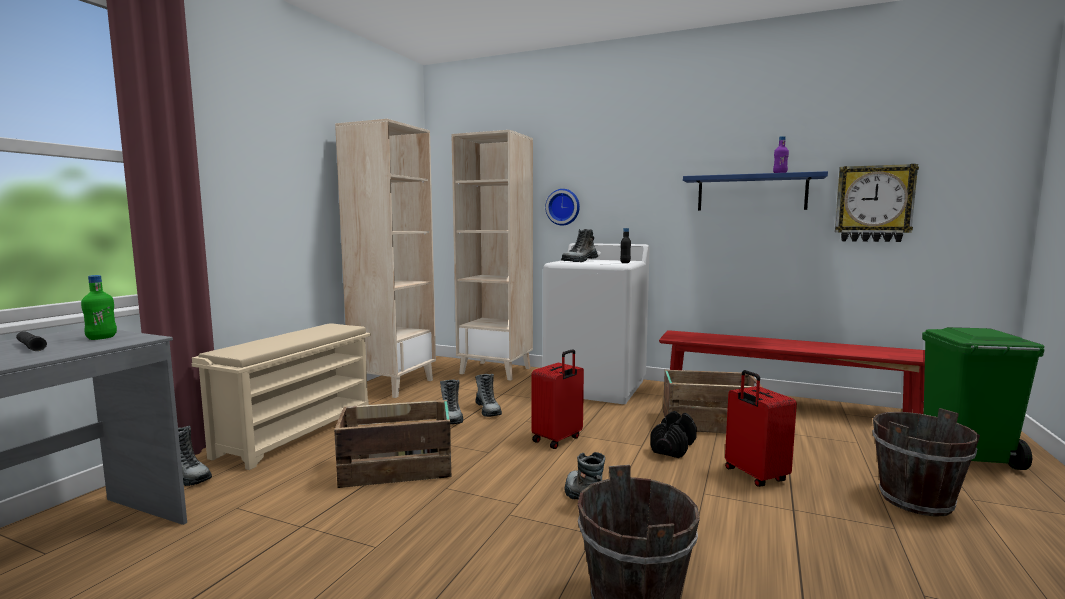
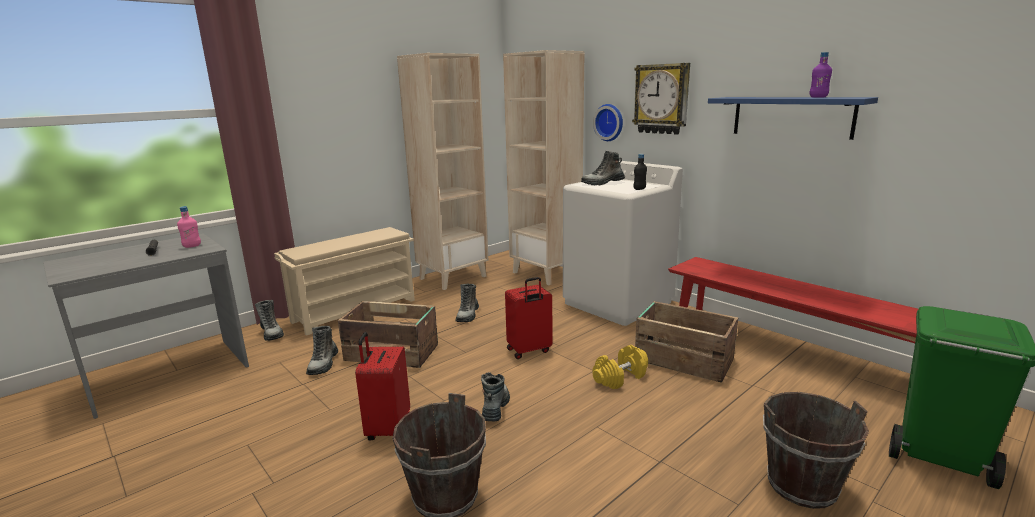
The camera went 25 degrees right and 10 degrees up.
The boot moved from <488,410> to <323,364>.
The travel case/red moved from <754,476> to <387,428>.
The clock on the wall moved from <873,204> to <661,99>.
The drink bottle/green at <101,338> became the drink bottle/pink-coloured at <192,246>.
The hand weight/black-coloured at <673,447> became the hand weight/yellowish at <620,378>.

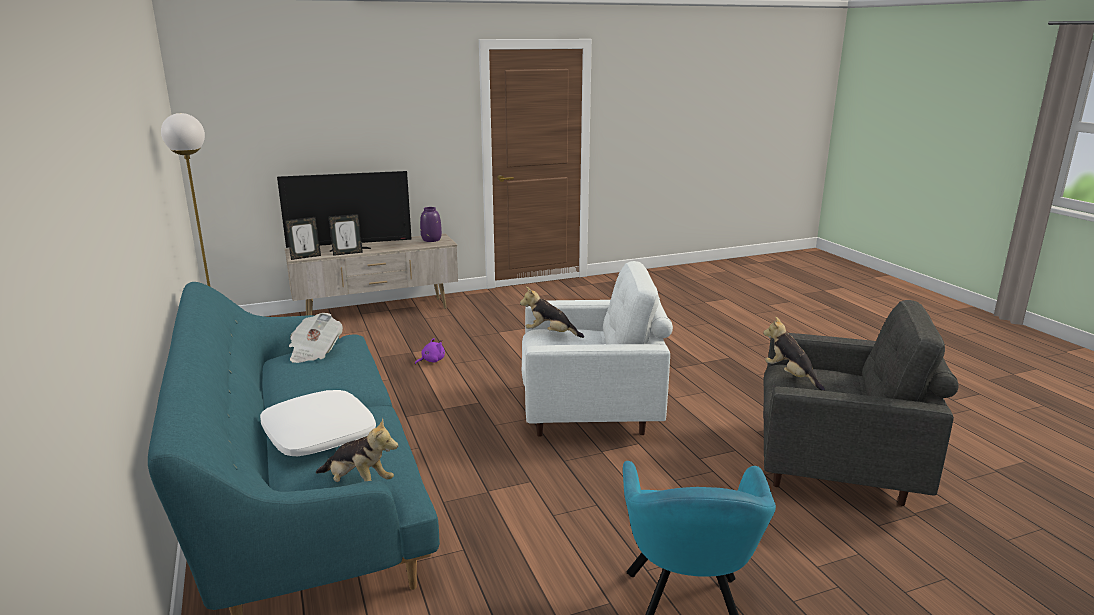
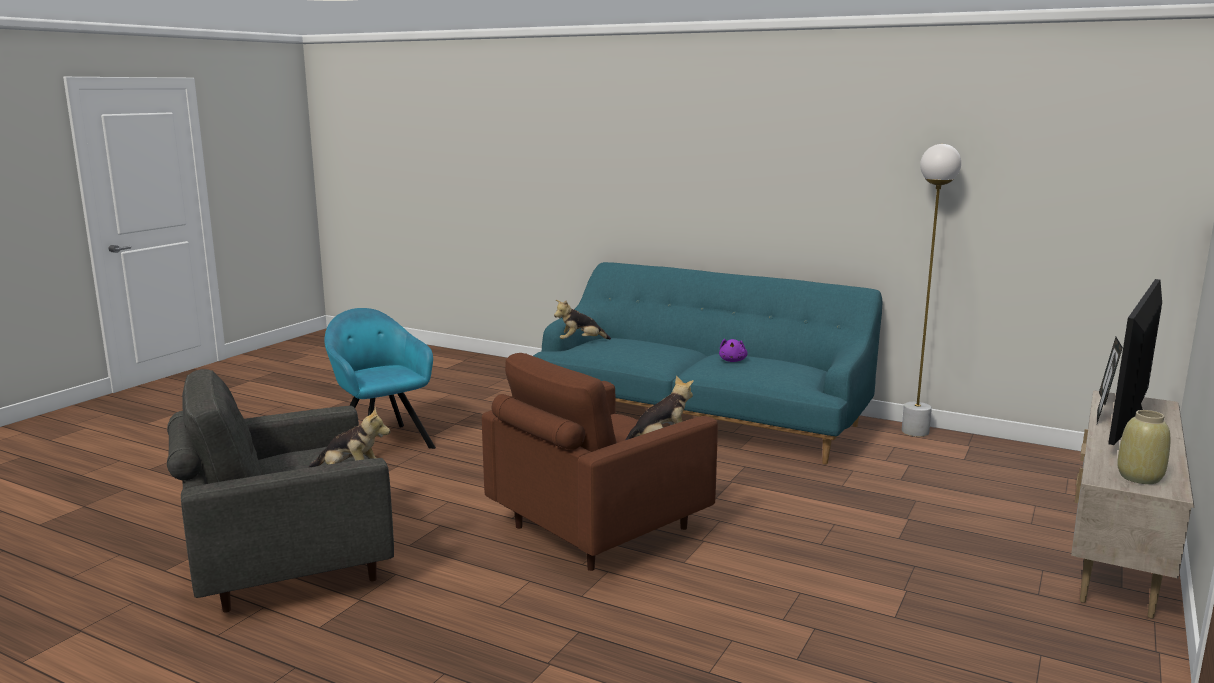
The camera went 140 degrees right and 5 degrees down.
The throw pillow/white-coloured at <318,435> disappeared.
The daily paper at <314,352> disappeared.
The cuddly toy/purplish moved from <431,361> to <732,360>.
The flower vase/purplish at <431,240> became the flower vase/beige at <1139,478>.
The lounge chair/white-coloured at <591,412> became the lounge chair/brown-coloured at <596,528>.

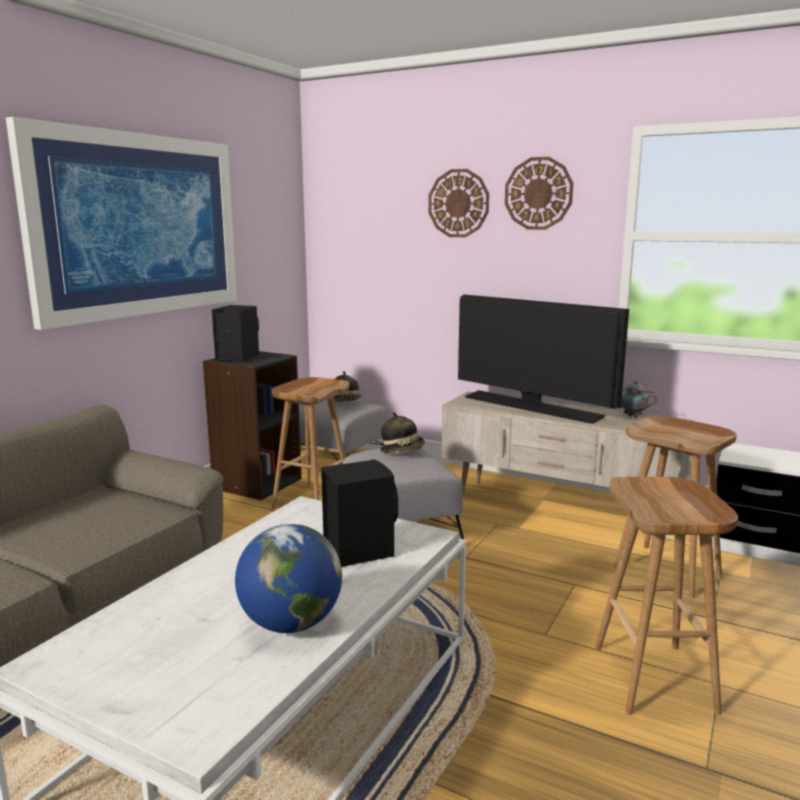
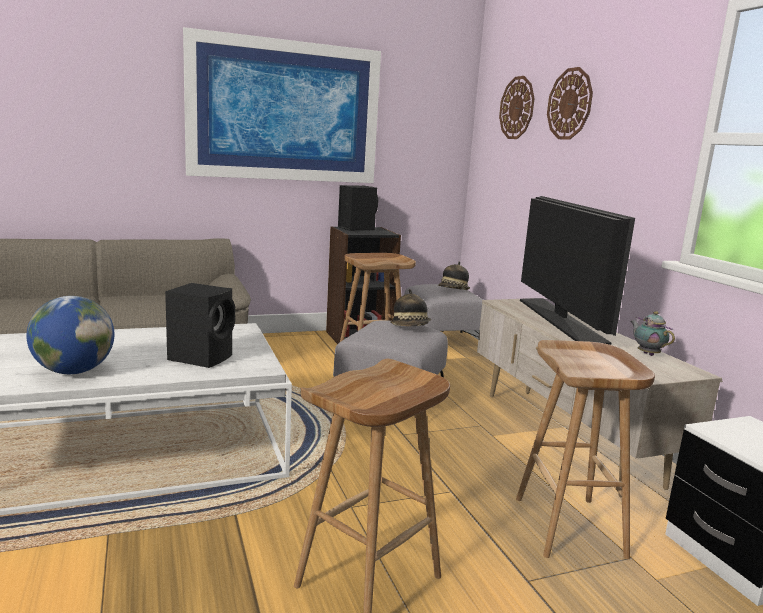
The camera went 40 degrees right and 0 degrees up.
The clock on the wall moved from <538,193> to <517,108>.

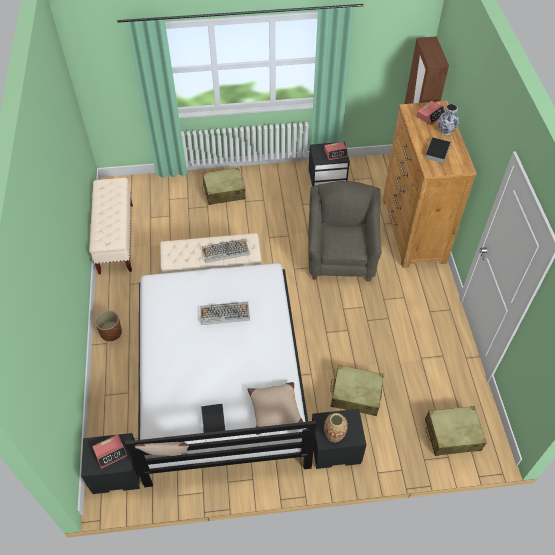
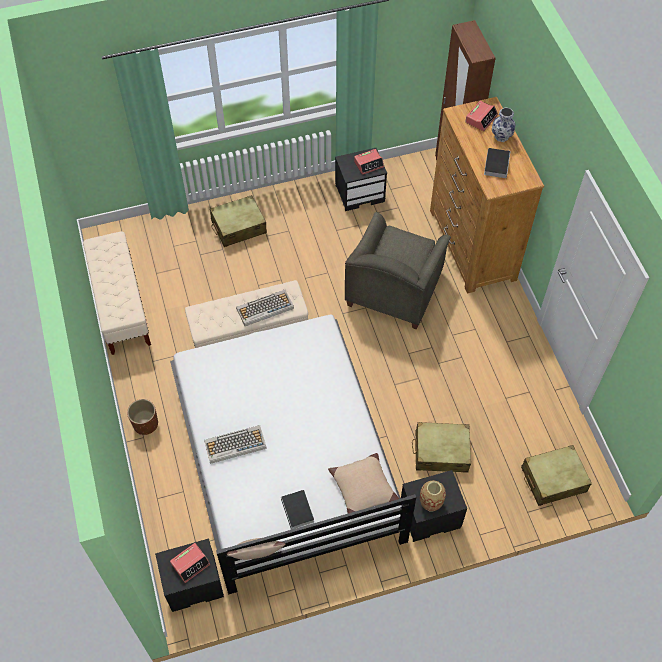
The camera went 10 degrees left and 5 degrees up.
The computer keyboard moved from <224,314> to <234,445>.
The lounge chair/grey at <341,255> turned 150 degrees counterclockwise.

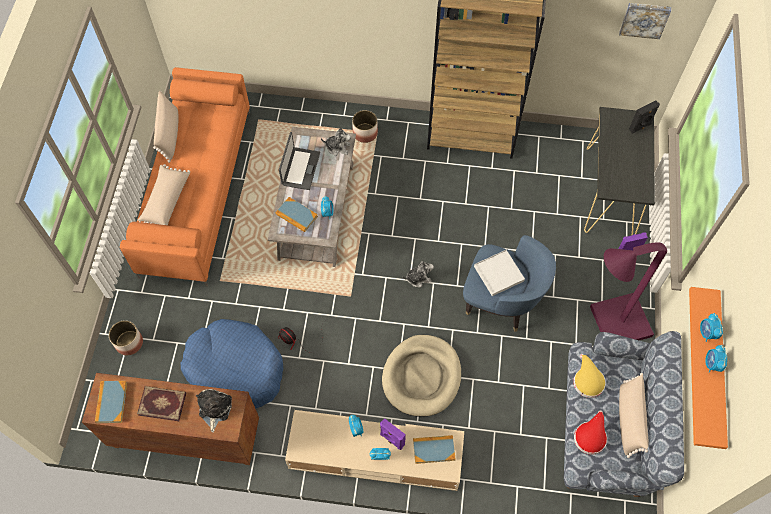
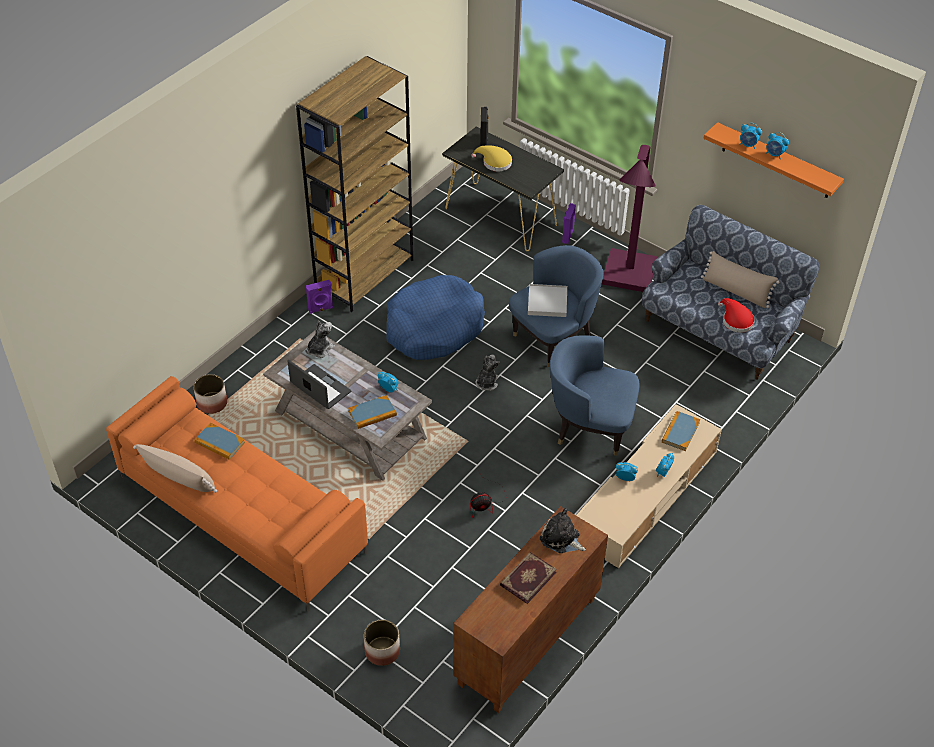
The camera went 60 degrees left and 15 degrees down.
The throw pillow/beige at <165,201> disappeared.
The picture at <644,19> disappeared.
The bound book moved from <111,402> to <219,443>.
The dog bed/blue moved from <235,369> to <434,328>.
The planter moved from <365,133> to <212,403>.
The speaker/purplish moved from <392,440> to <321,309>.
The wearable hat/yellowish moved from <587,380> to <494,162>.
The dog bed/beige at <422,377> was replaced by the lounge chair/blue at <590,427>.

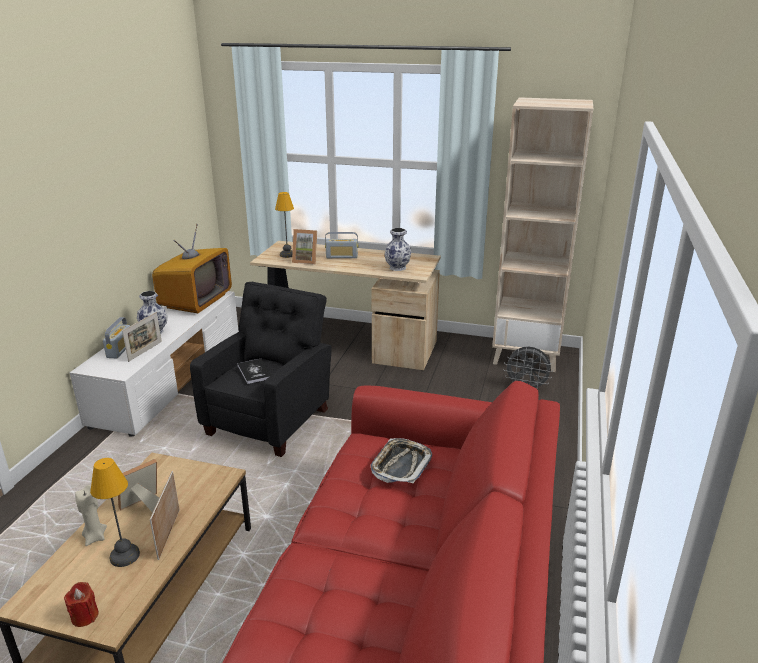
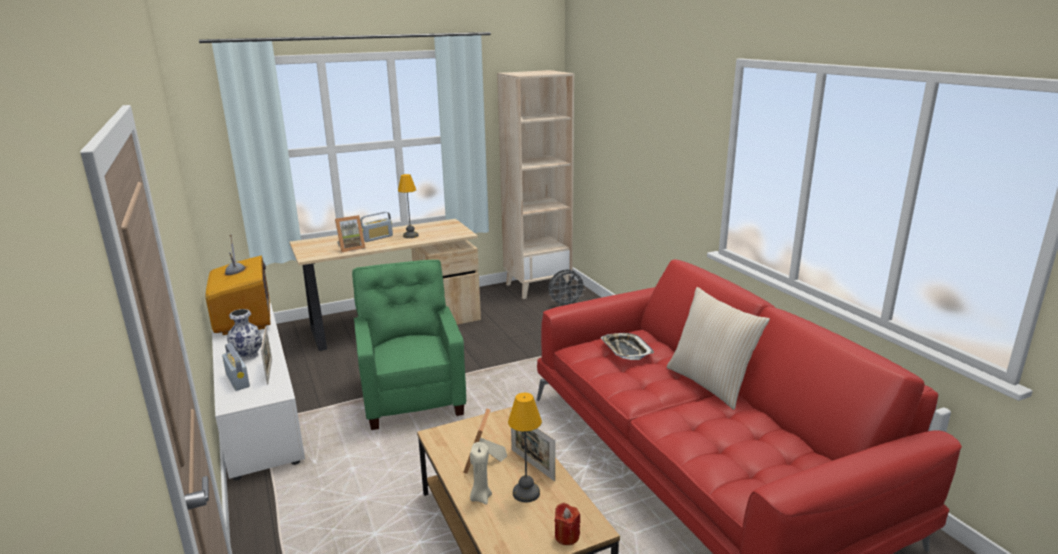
The camera went 40 degrees left and 5 degrees down.
The bound book at <254,372> disappeared.
The flower vase at <397,268> disappeared.
The throw pillow/beige at <710,383> appeared.
The lamp for a table moved from <288,255> to <411,235>.
The lounge chair/black-coloured at <270,420> became the lounge chair/green at <412,397>.

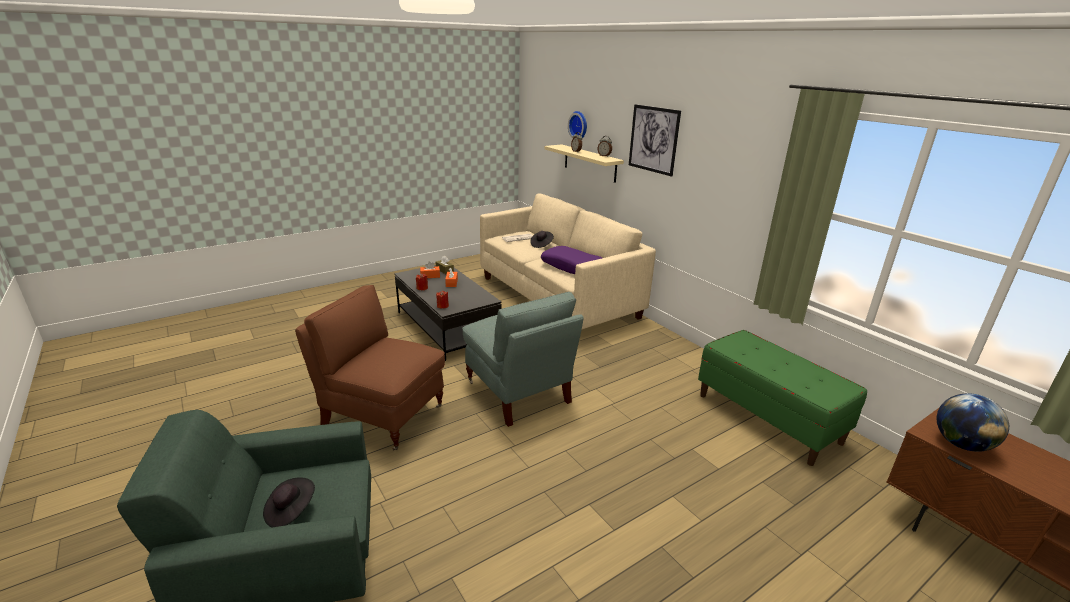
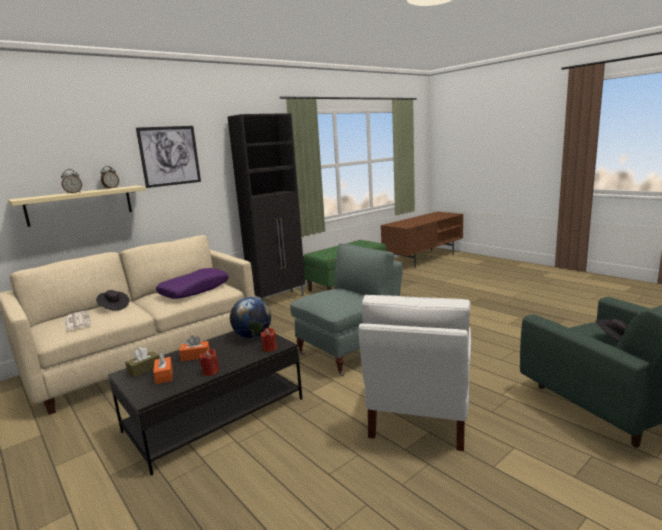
The camera went 95 degrees left and 10 degrees down.
The clock on the wall at <579,126> disappeared.
The storage cabinet/black-coloured at <279,299> appeared.
The desk globe moved from <961,444> to <252,336>.
The lounge chair/brown-coloured at <382,415> became the lounge chair/white-coloured at <420,413>.

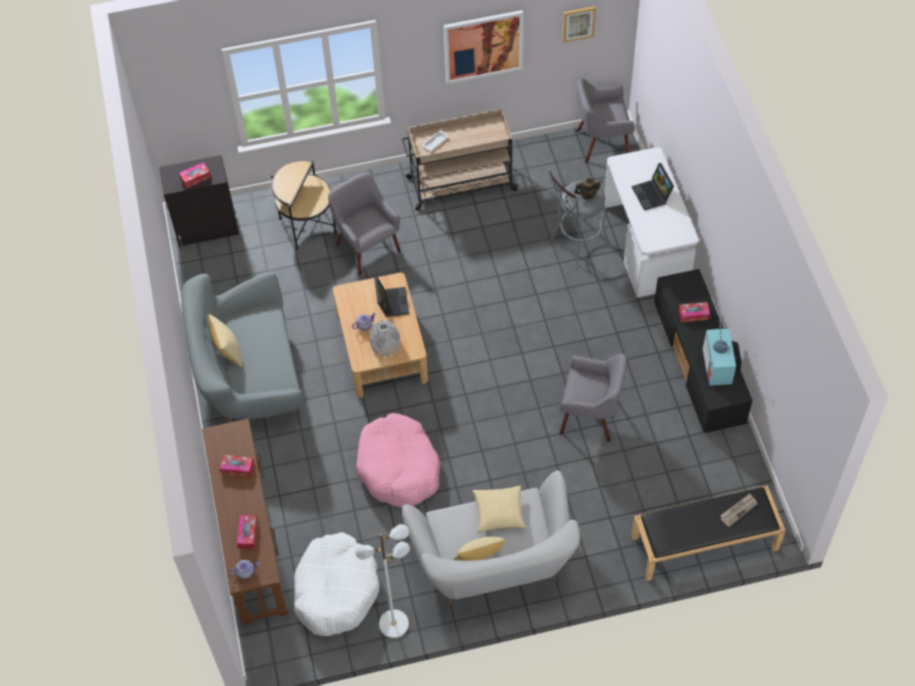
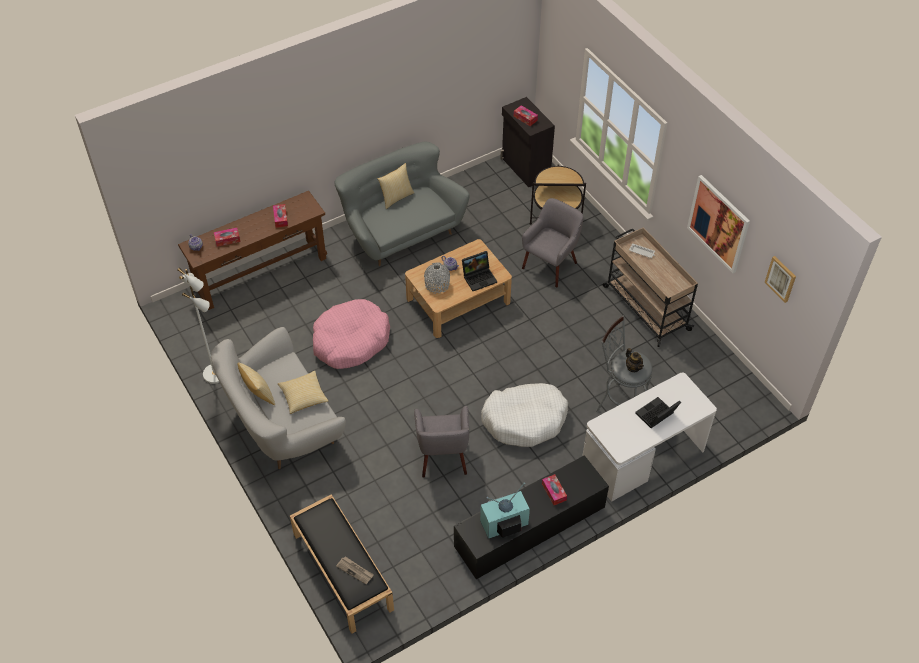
The camera went 70 degrees right and 5 degrees down.
The lounge chair/grey at <601,143> disappeared.
The dog bed/white-coloured moved from <336,589> to <525,420>.

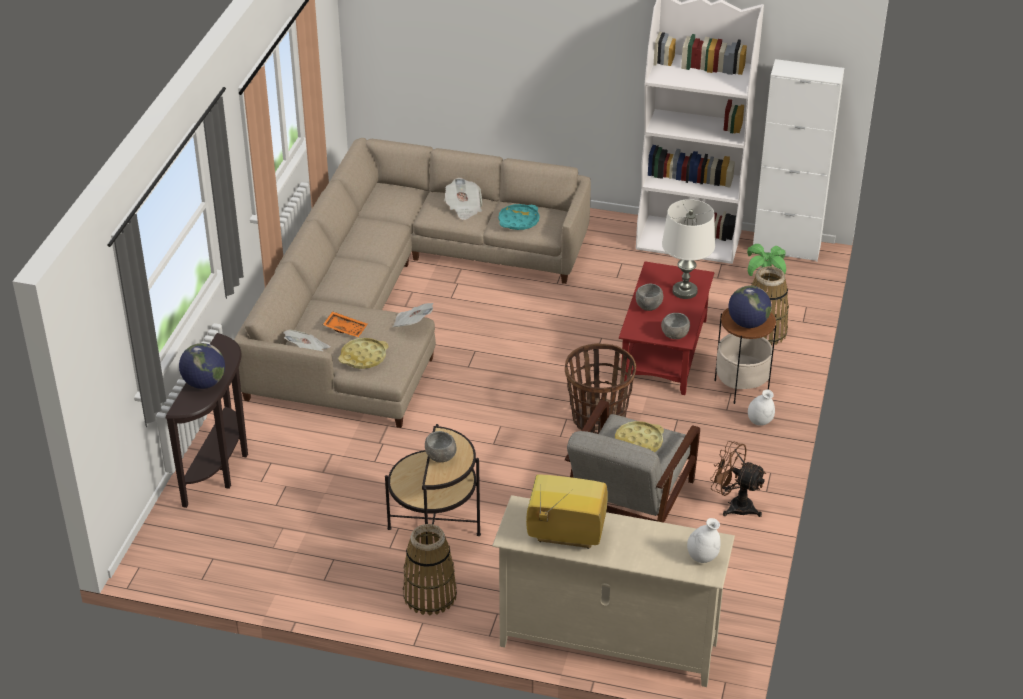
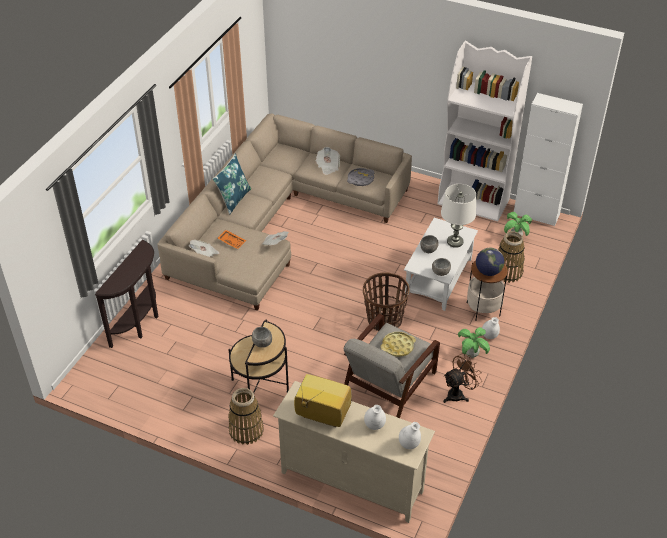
The camera went 10 degrees right and 5 degrees up.
The desk globe at <204,383> disappeared.
The serving tray/yellowish at <363,357> disappeared.
The throw pillow/blue at <233,199> appeared.
The flower vase/white-coloured at <374,425> appeared.
The plant in a pot at <471,355> appeared.
The serving tray/turquoise at <518,220> became the serving tray/grey at <360,179>.
The lounge table/red at <664,351> became the lounge table/white-coloured at <438,277>.
The electric fan/brown-coloured at <734,505> turned 105 degrees clockwise.

